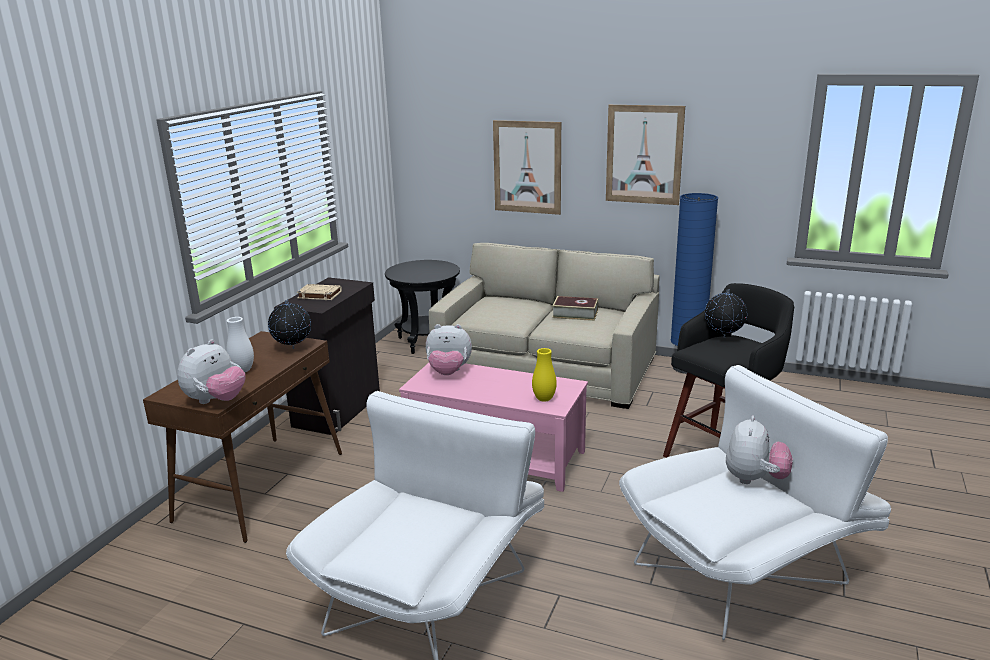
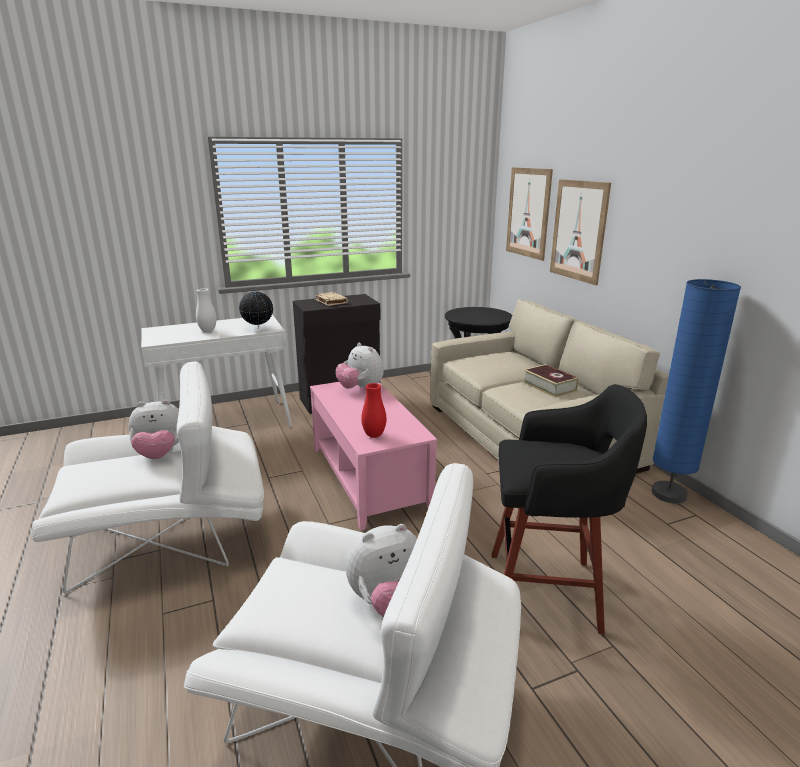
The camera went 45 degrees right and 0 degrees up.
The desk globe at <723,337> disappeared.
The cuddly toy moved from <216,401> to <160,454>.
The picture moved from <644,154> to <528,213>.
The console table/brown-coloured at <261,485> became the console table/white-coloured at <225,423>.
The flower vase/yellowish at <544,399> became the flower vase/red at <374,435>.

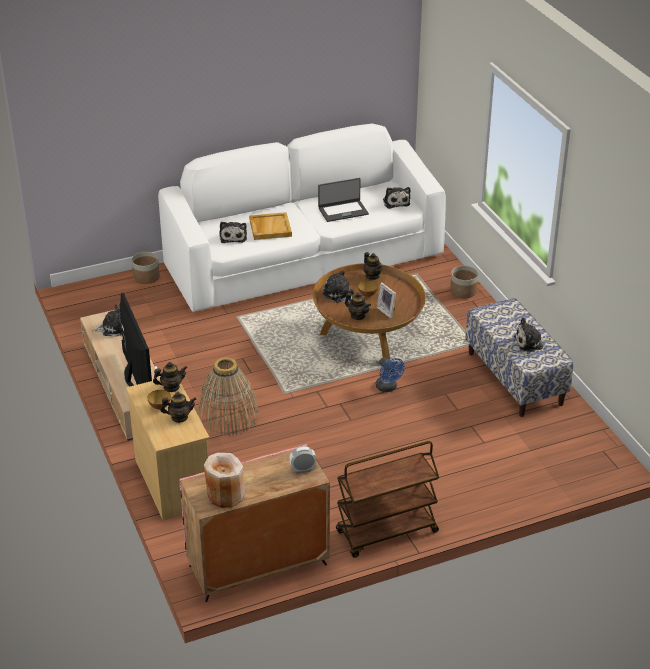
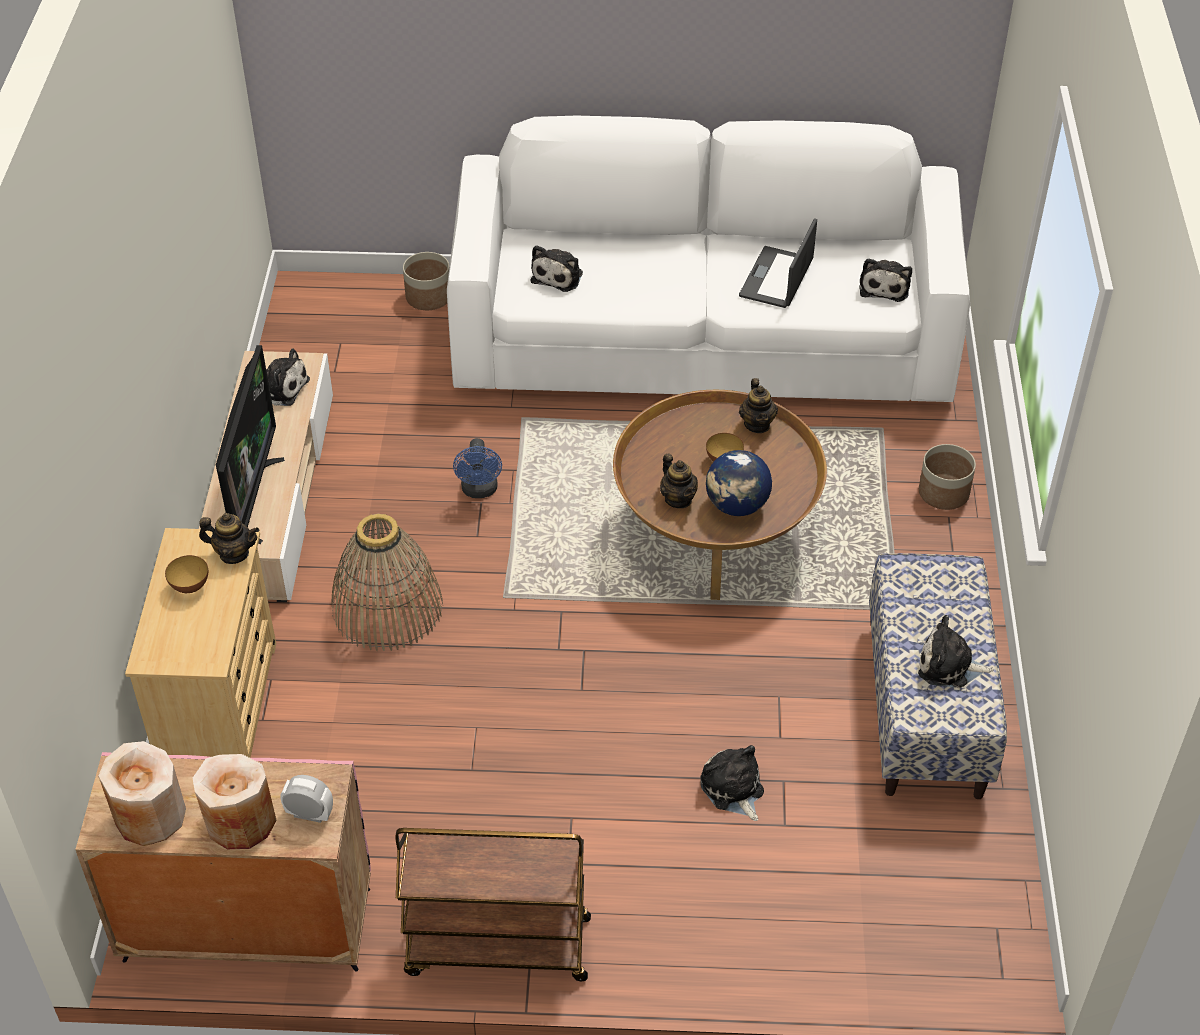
The camera went 25 degrees right and 10 degrees up.
The tea pot at <179,417> disappeared.
The serving tray/beige at <270,228> disappeared.
The flower vase/beige at <240,822> appeared.
The cuddly toy moved from <339,295> to <733,790>.
The electric fan/blue moved from <388,388> to <480,491>.
The standing frame at <387,311> was replaced by the desk globe at <737,506>.
The notebook computer at <343,211> turned 105 degrees clockwise.

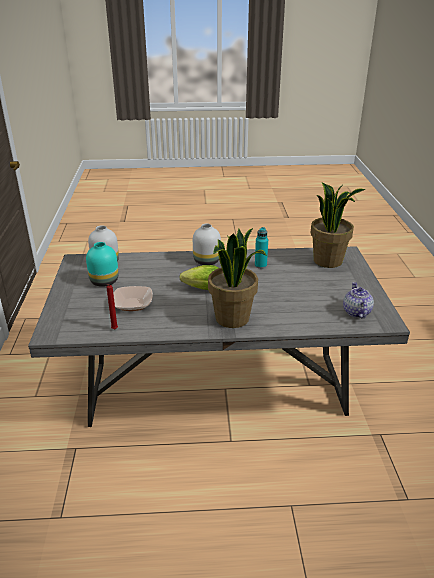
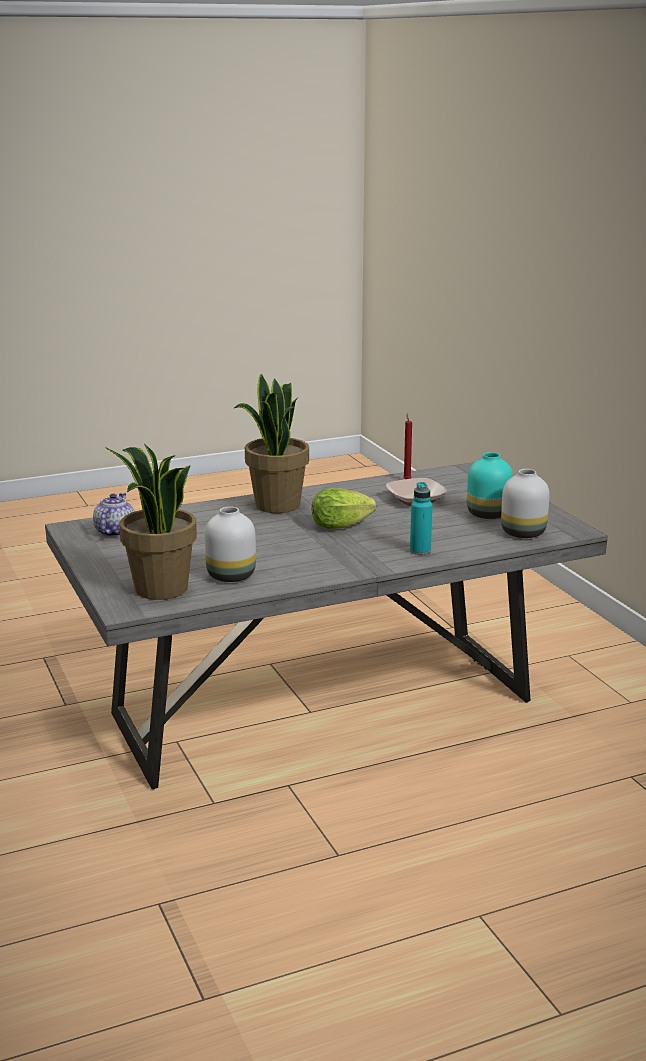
The camera went 160 degrees right and 10 degrees down.
The flower vase/white-coloured moved from <206,261> to <232,576>.
The drink bottle/turquoise moved from <260,265> to <420,551>.
The tea pot at <356,312> turned 150 degrees counterclockwise.

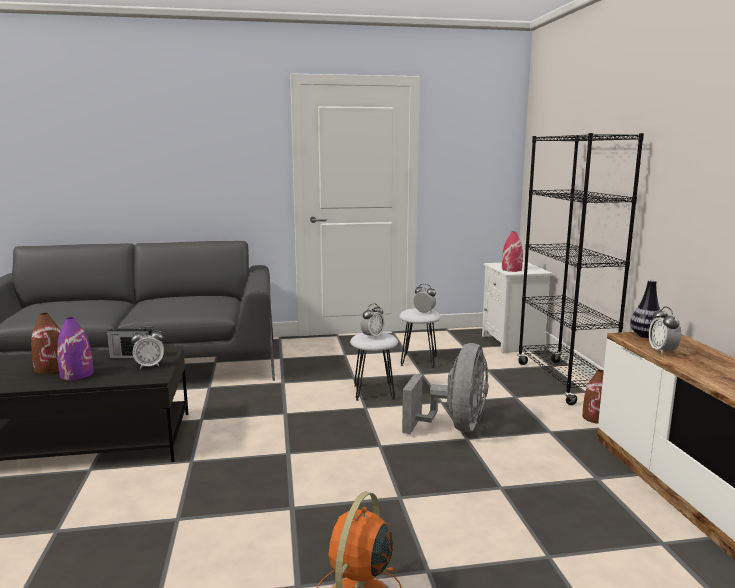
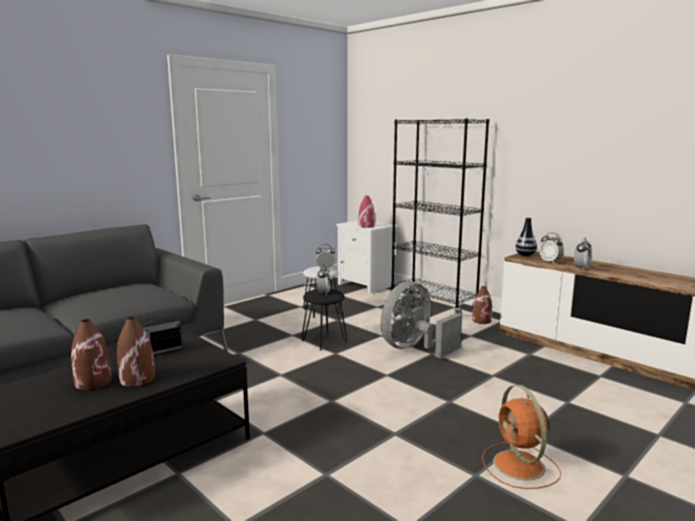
The camera went 35 degrees left and 0 degrees up.
The table clock moved from <150,366> to <581,268>.
The flower vase/purplish at <77,374> became the flower vase/brown-coloured at <137,379>.
The stool/white-coloured at <373,392> became the stool/black-coloured at <324,341>.
The electric fan/grey at <455,427> turned 120 degrees counterclockwise.

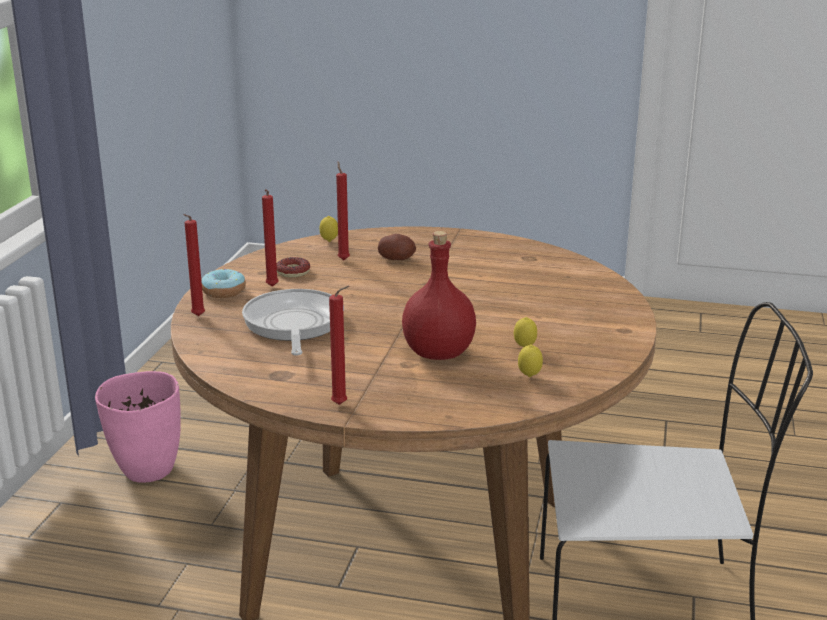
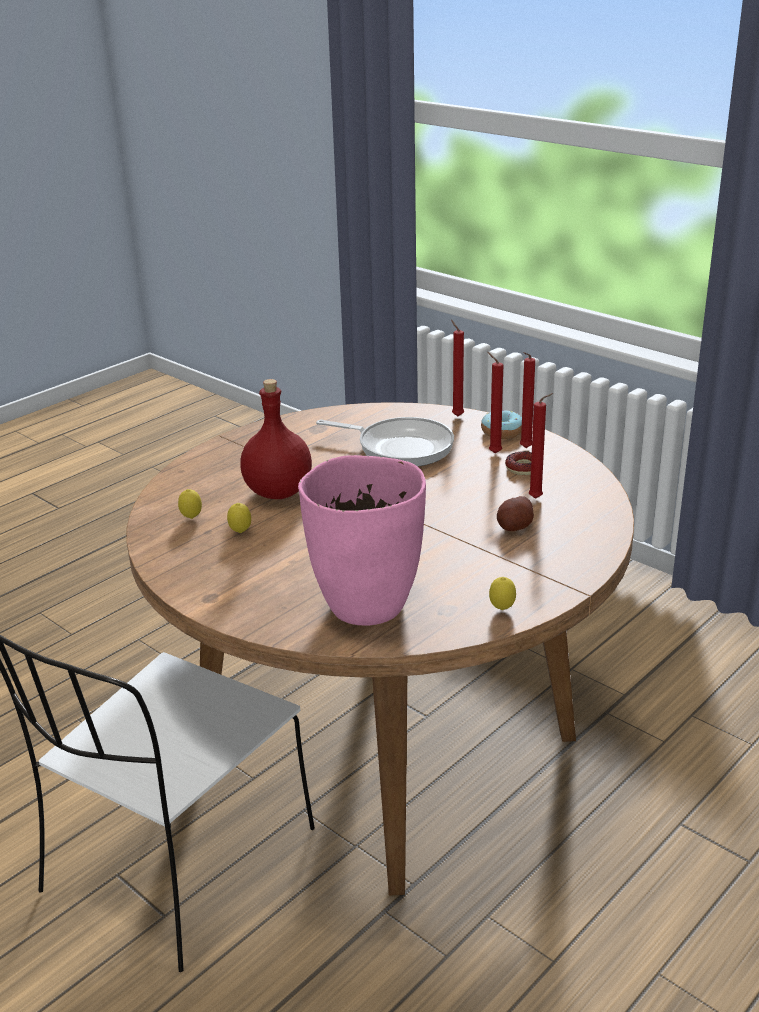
The camera went 120 degrees right and 5 degrees up.
The flower vase/pink-coloured moved from <147,471> to <366,605>.
The lemon moved from <329,241> to <502,609>.
The candle/red moved from <342,405> to <524,449>.

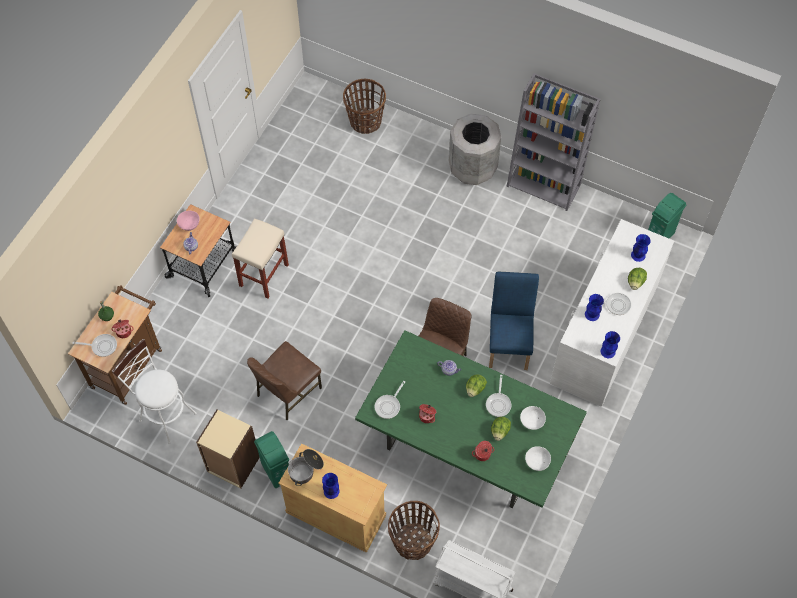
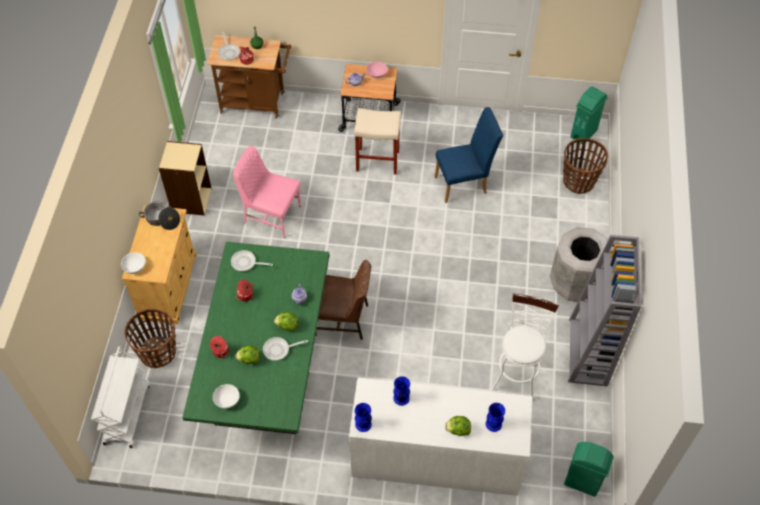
The camera went 70 degrees right and 5 degrees down.
The flower vase/blue at <331,491> disappeared.
The skillet at <615,304> disappeared.
The stool/white-coloured moved from <164,414> to <517,373>.
The rubbish bin/green moved from <276,471> to <584,133>.
The upright chair/blue moved from <509,343> to <464,184>.
The serving bowl/white-coloured moved from <532,421> to <134,267>.
The upright chair/brown-coloured at <287,392> became the upright chair/pink-coloured at <271,214>.

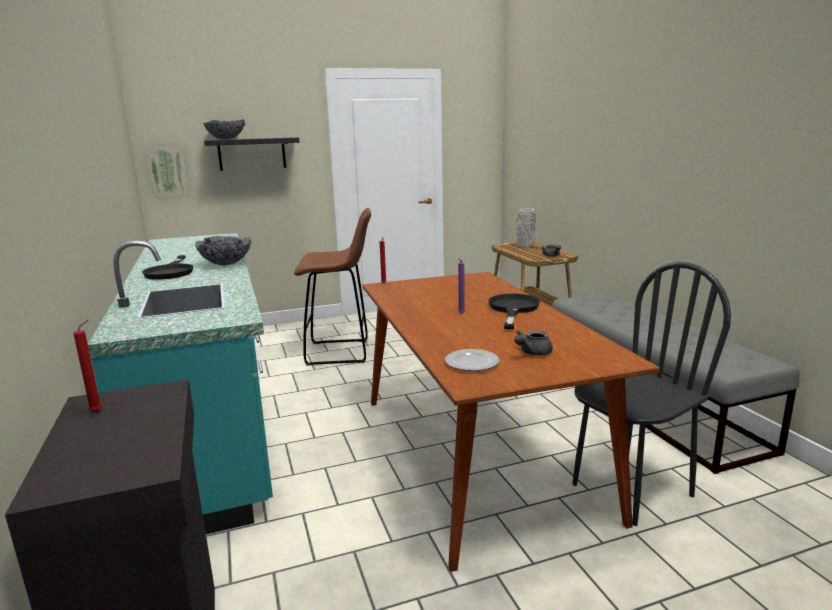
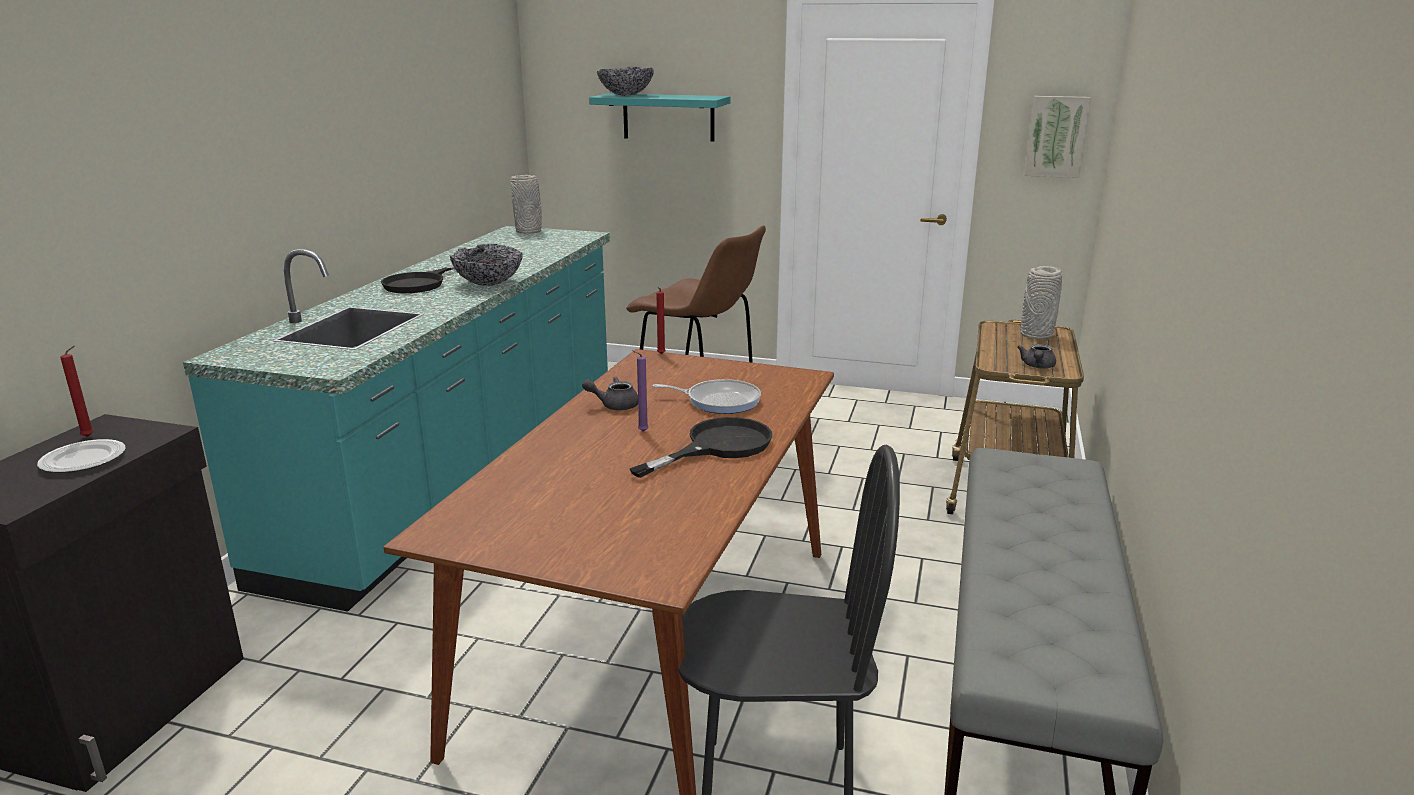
The camera went 35 degrees right and 5 degrees up.
The flower vase/grey at <529,231> appeared.
The skillet at <719,401> appeared.
The picture moved from <168,172> to <1056,136>.
The dinner plate moved from <471,363> to <83,460>.
The tea pot/grey moved from <532,353> to <614,405>.
The shelf/black-coloured at <252,154> became the shelf/turquoise at <668,117>.

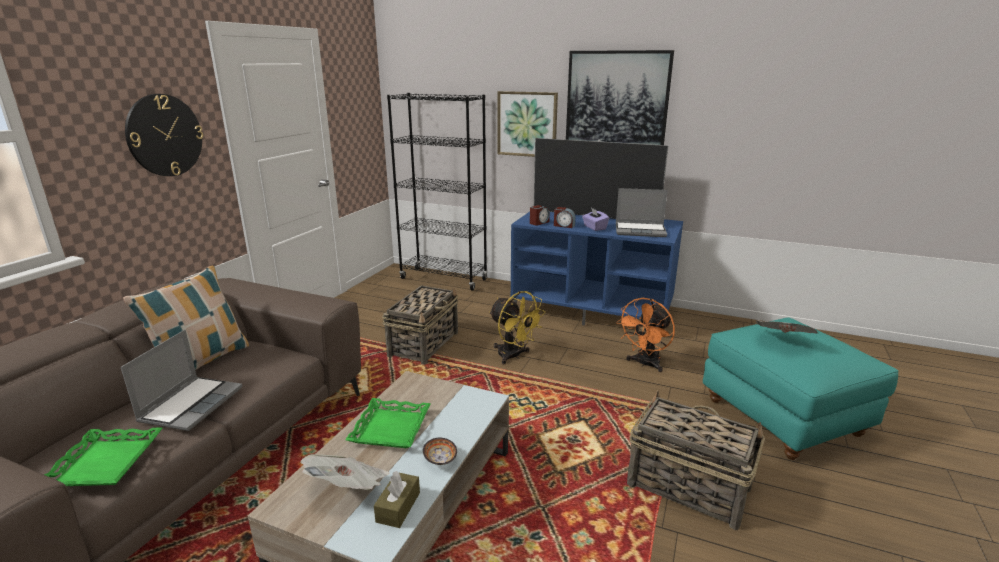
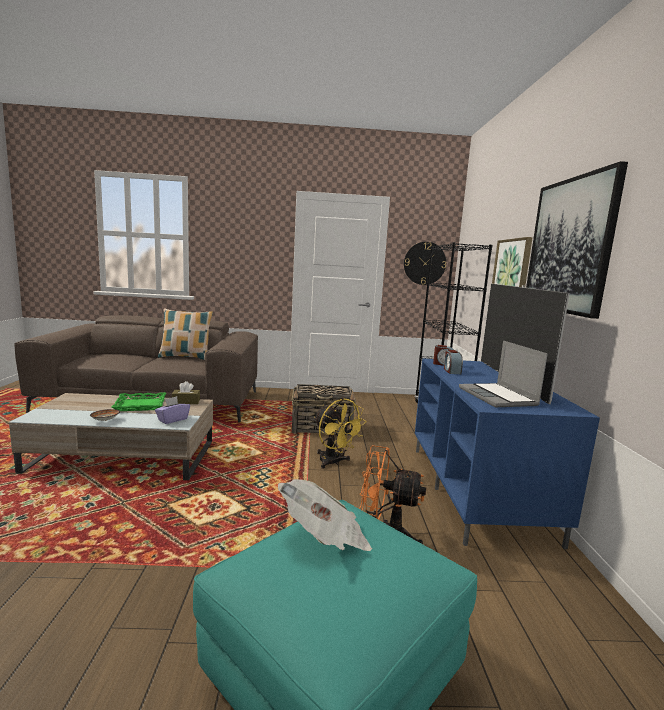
The camera went 65 degrees right and 10 degrees down.
The serving tray/green at <104,463> disappeared.
The notebook computer at <191,404> disappeared.
The daily paper at <349,488> disappeared.
The basket at <687,486> disappeared.
The clock on the wall moved from <164,135> to <424,263>.
The box of tissues/brown-coloured moved from <398,507> to <186,402>.
The box of tissues/purplish moved from <594,228> to <172,419>.
The electric fan/yellowish at <513,356> turned 60 degrees counterclockwise.

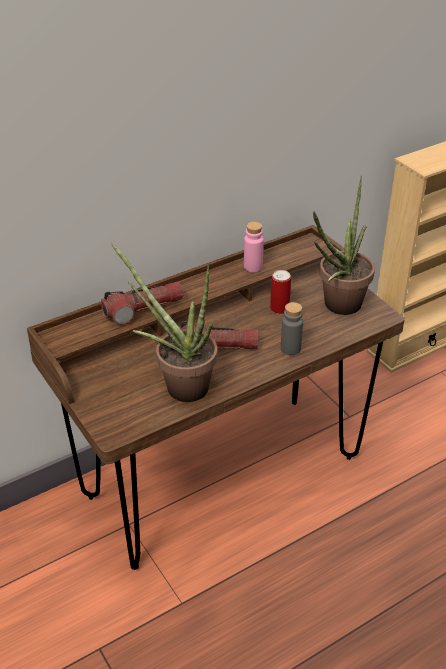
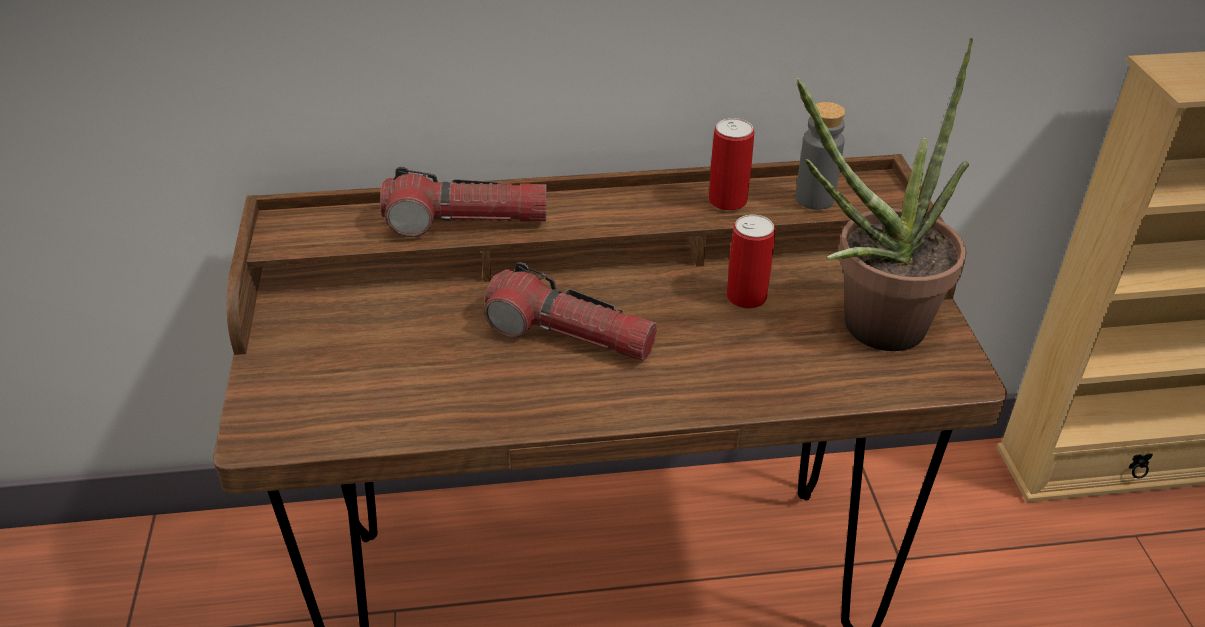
The camera went 25 degrees right and 0 degrees up.
The plant in a pot at <179,385> disappeared.
The drink bottle/grey moved from <290,348> to <814,199>.
The drink bottle/pink-coloured at <253,267> was replaced by the metal can at <727,201>.

